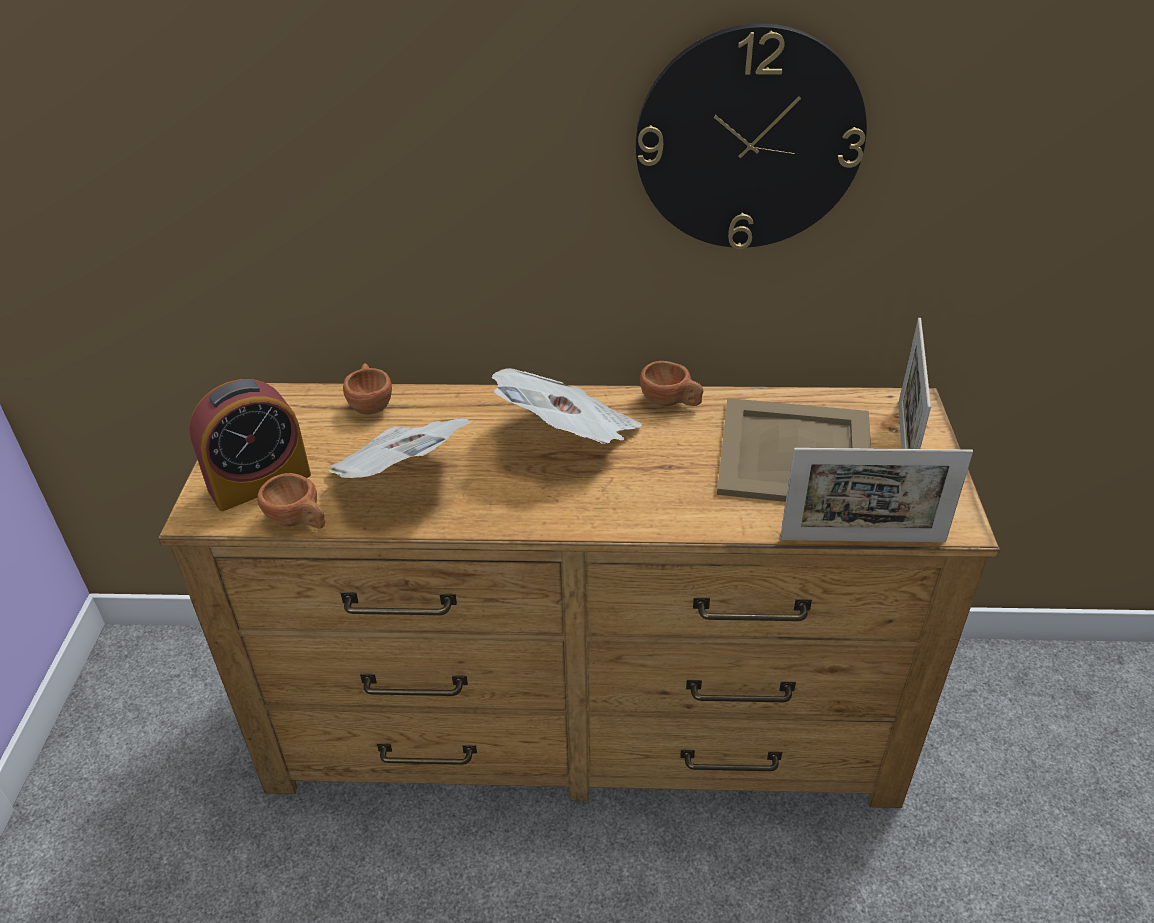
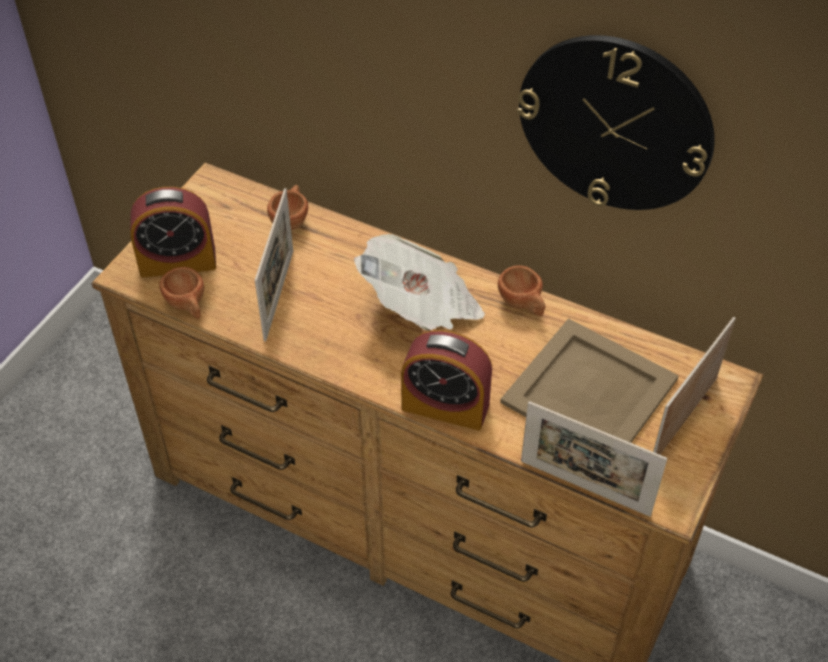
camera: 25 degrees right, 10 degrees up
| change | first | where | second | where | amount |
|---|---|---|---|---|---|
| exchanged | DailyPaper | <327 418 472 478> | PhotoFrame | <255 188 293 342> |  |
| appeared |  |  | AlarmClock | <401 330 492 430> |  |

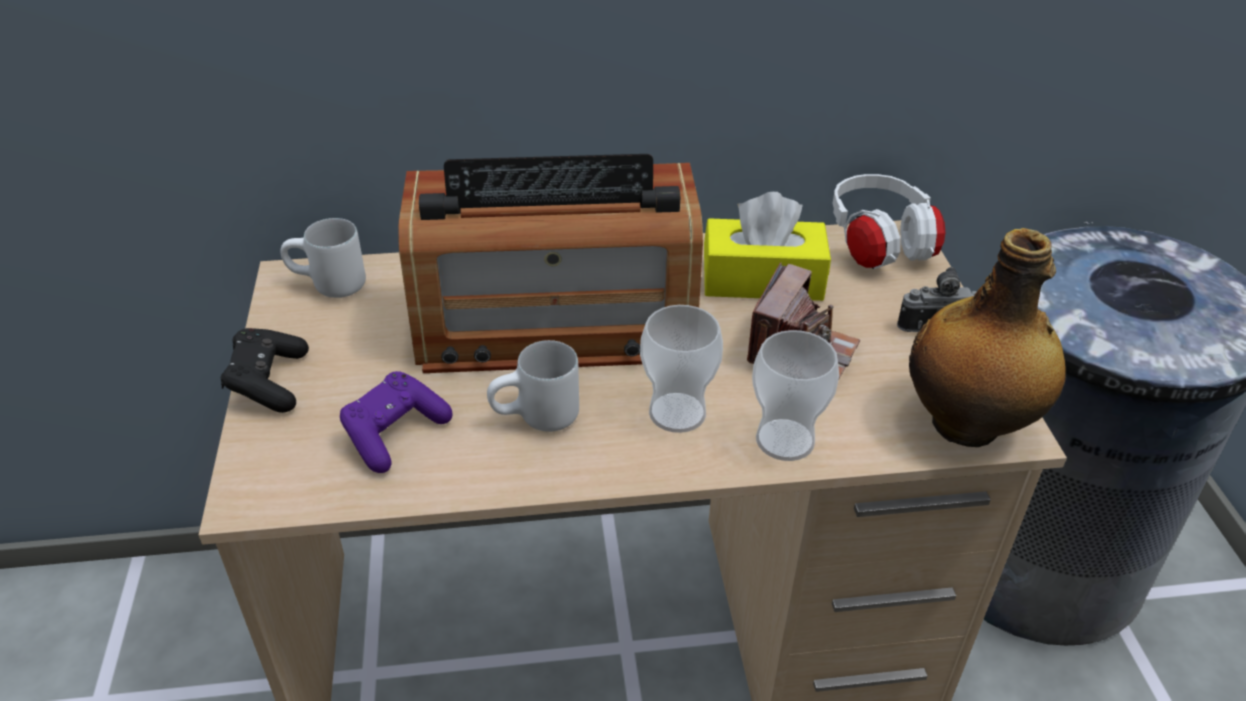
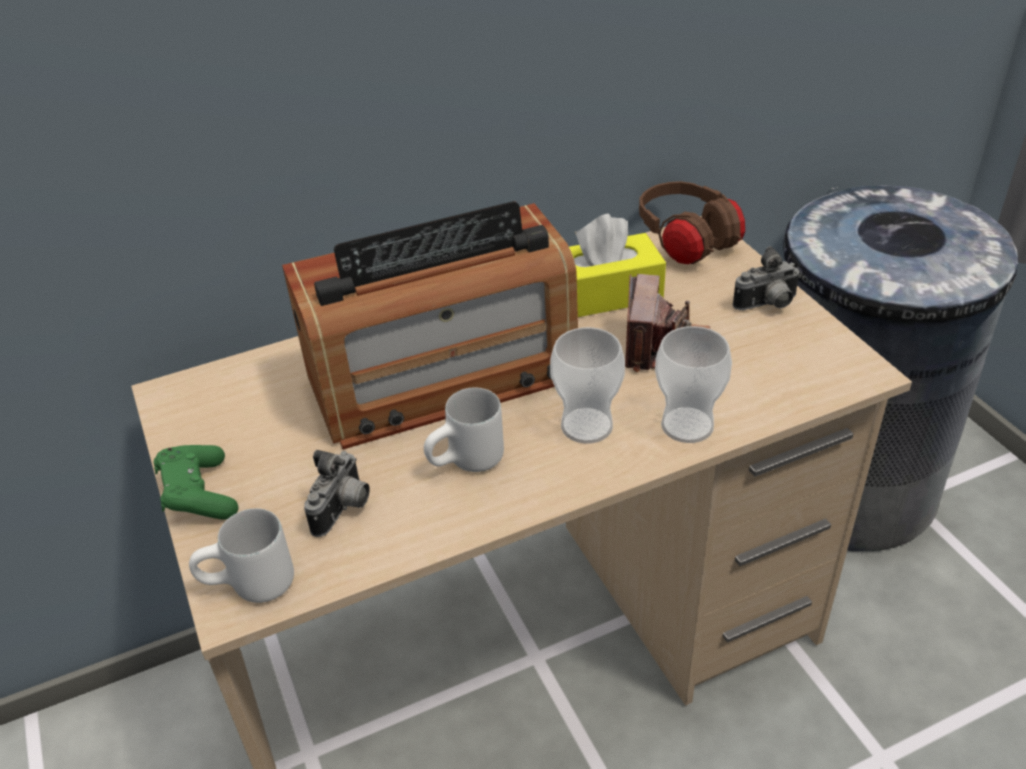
camera: 15 degrees left, 0 degrees up
| change | first | where | second | where | amount |
|---|---|---|---|---|---|
| colour | BlackColouredGamepad | <221 328 309 413> | GreenGamepad | <154 445 238 520> |  |
| relocated | WhitishMug | <281 218 366 298> |  | <189 508 294 603> |  |
| exchanged | PurpleColouredGamepad | <340 371 452 473> | PhotoCamera | <304 450 370 537> |  |
| colour | WhitishHeadset | <832 174 945 269> | BrownishHeadset | <639 181 745 264> |  |
| missing | Bottle | <909 228 1066 447> |  |  |  |

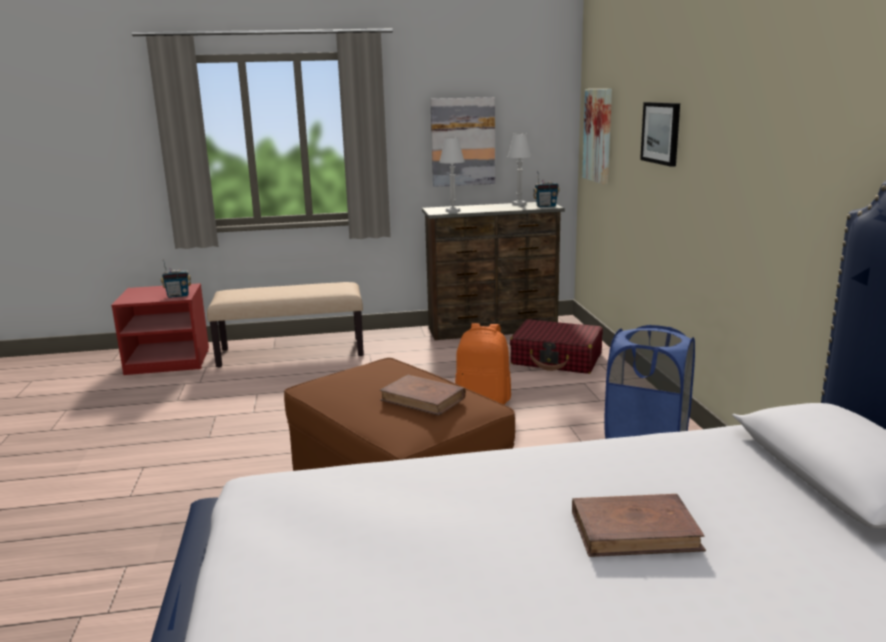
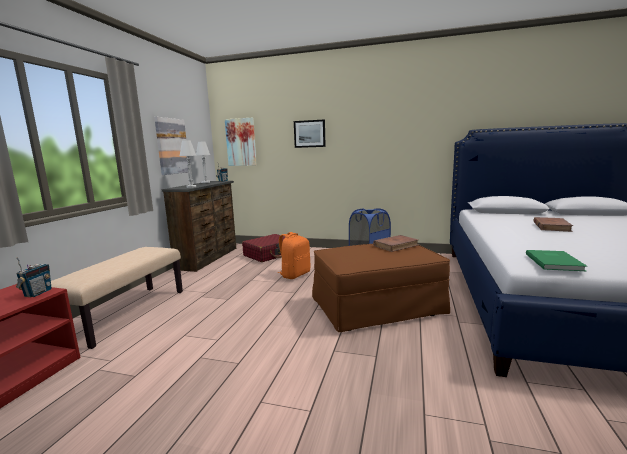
camera: 65 degrees left, 5 degrees down
| change | first | where | second | where | amount |
|---|---|---|---|---|---|
| appeared |  |  | GreenBoundBook | <526 250 587 271> |  |

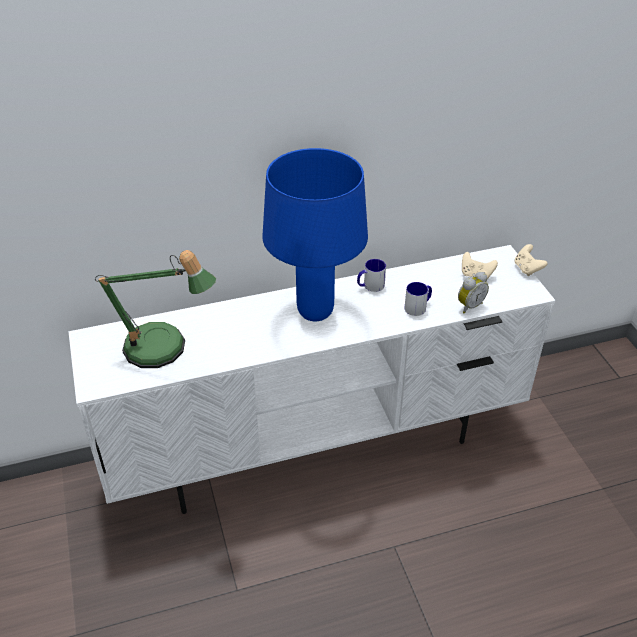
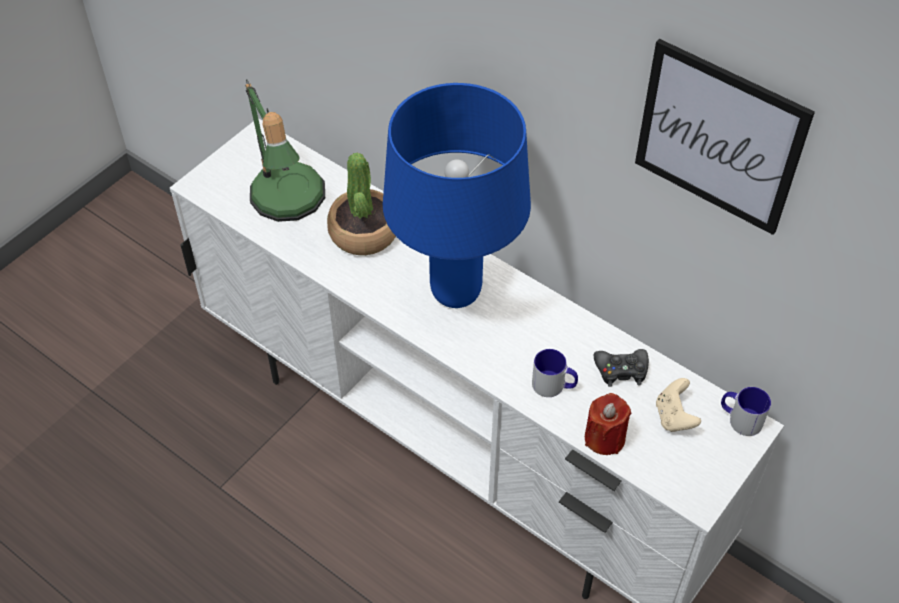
camera: 55 degrees right, 10 degrees up
| change | first | where | second | where | amount |
|---|---|---|---|---|---|
| appeared |  |  | PlantInAPot | <327 153 396 255> |  |
| exchanged | AlarmClock | <458 272 489 314> | RedColouredWaxCandle | <585 393 631 455> |  |
| appeared |  |  | BlackColouredGamepad | <594 349 649 387> |  |
| appeared |  |  | Picture | <635 39 815 235> |  |
| relocated | Mug | <357 259 386 292> |  | <721 387 771 436> |  |
| missing | SandColouredGamepad | <515 244 548 276> |  |  |  |

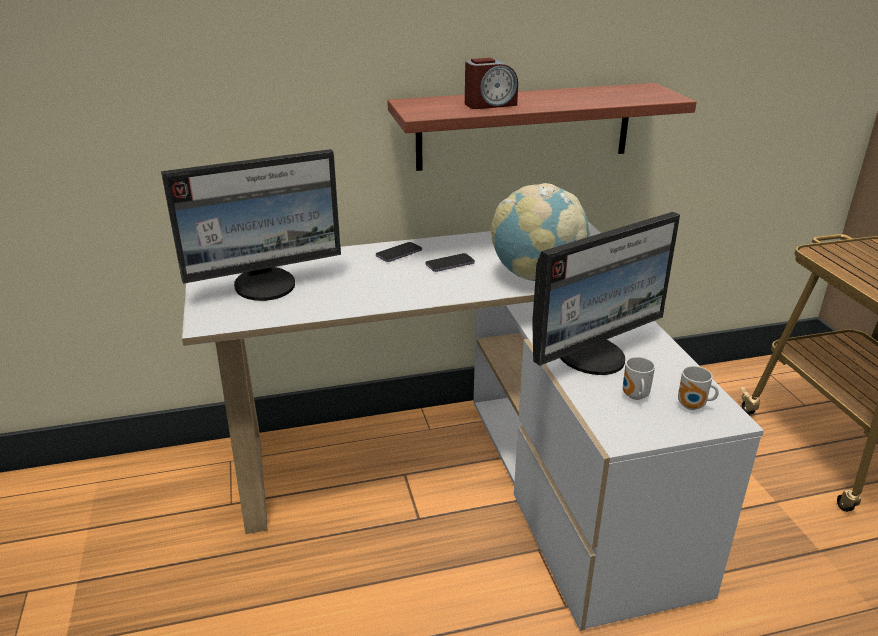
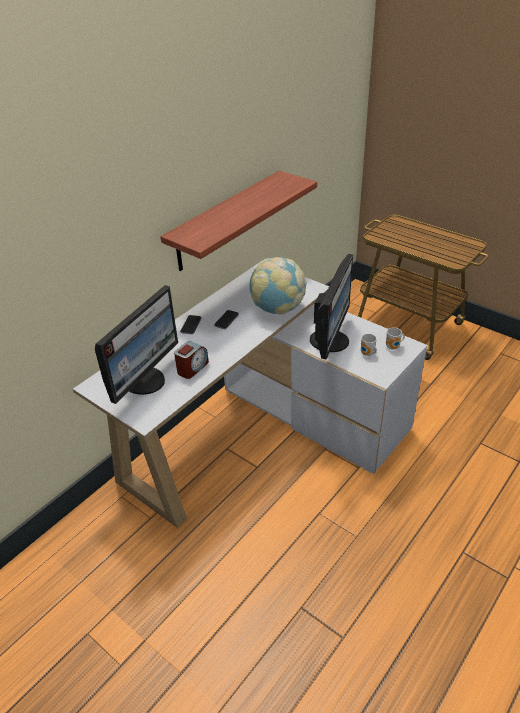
camera: 35 degrees left, 10 degrees up
| change | first | where | second | where | amount |
|---|---|---|---|---|---|
| relocated | AlarmClock | <465 58 518 109> |  | <174 341 209 379> |  |

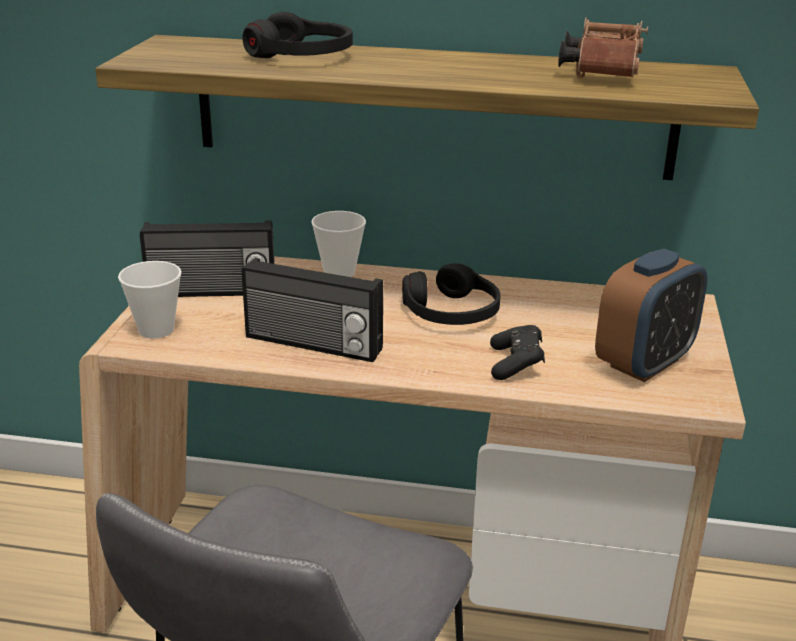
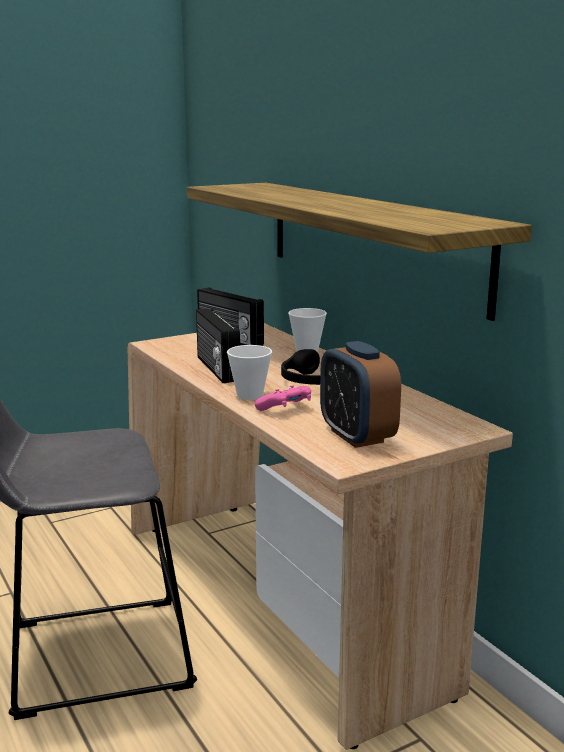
camera: 50 degrees right, 10 degrees down
| change | first | where | second | where | amount |
|---|---|---|---|---|---|
| relocated | SmallCup | <118 261 182 339> |  | <227 345 272 400> |  |
| colour | BlackColouredGamepad | <490 325 545 380> | PinkGamepad | <255 385 311 411> |  |
| spun | AlarmClock | <595 249 708 382> |  | <320 341 401 448> | 60 degrees clockwise |
| missing | BlackColouredHeadset | <242 12 353 58> |  |  |  |
| missing | BrownishFieldGlasses | <558 17 648 78> |  |  |  |

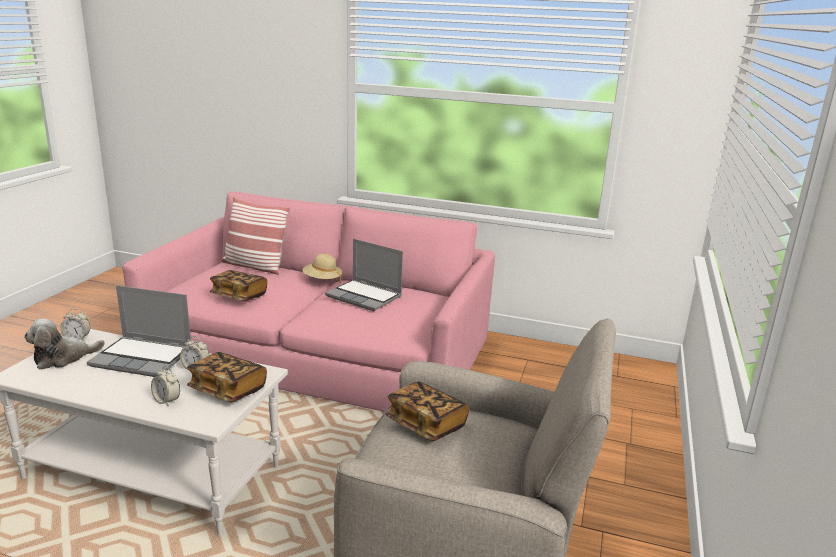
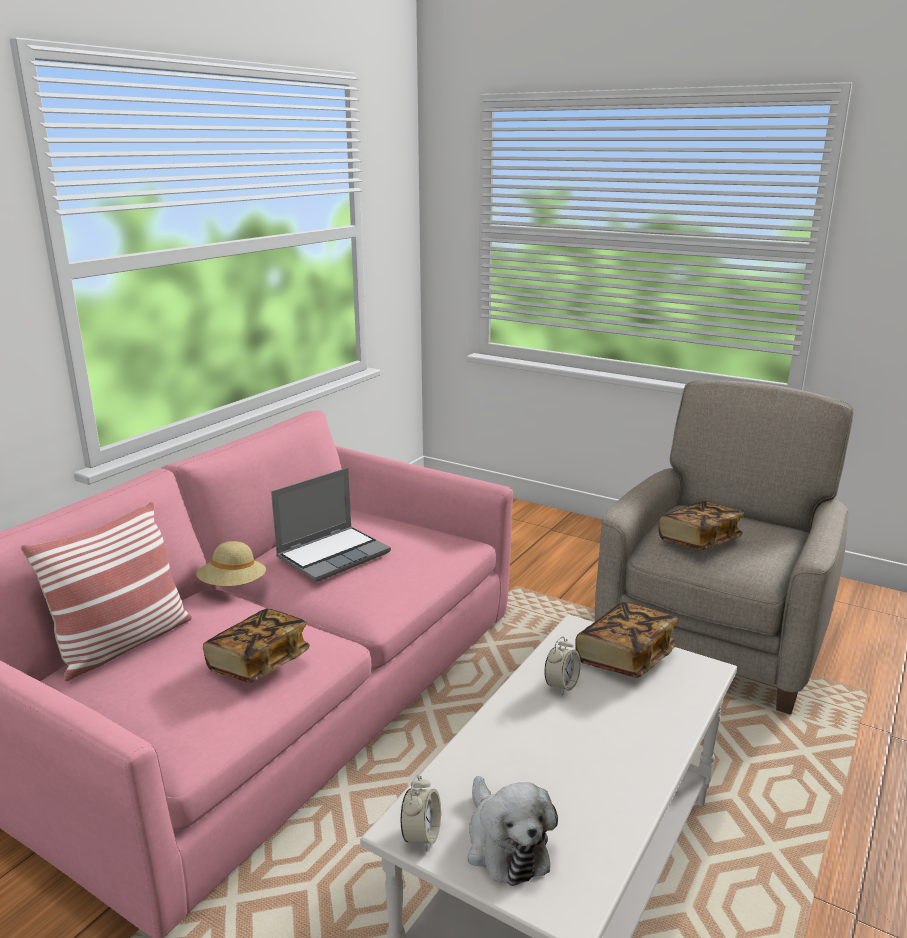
camera: 75 degrees left, 0 degrees up
| change | first | where | second | where | amount |
|---|---|---|---|---|---|
| missing | NotebookComputer | <87 285 191 377> |  |  |  |
| missing | AlarmClock | <151 366 180 406> |  |  |  |

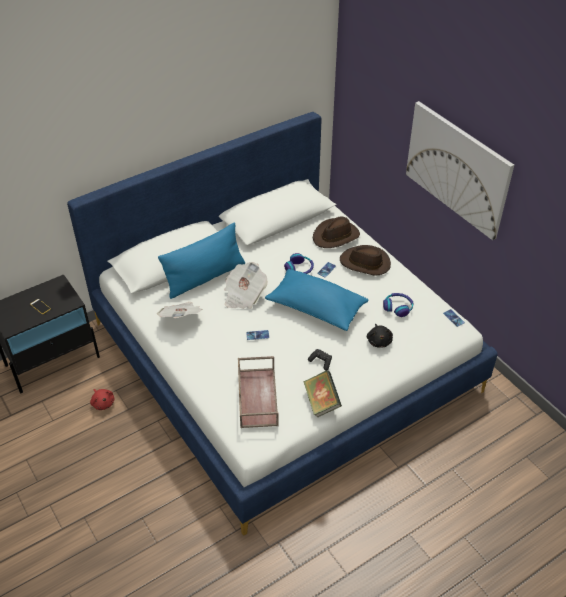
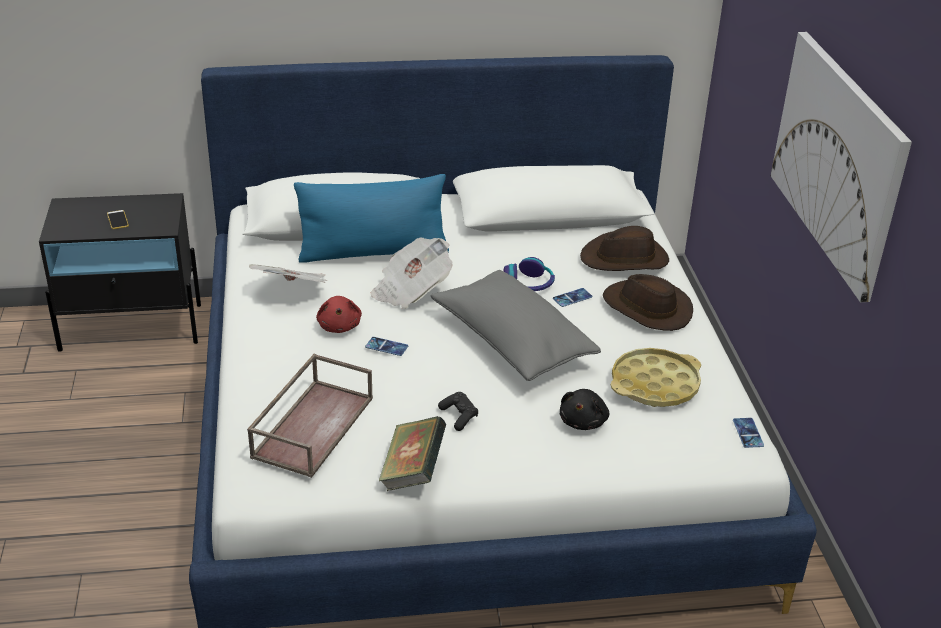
camera: 25 degrees right, 10 degrees down
| change | first | where | second | where | amount |
|---|---|---|---|---|---|
| relocated | RedColouredSoftToy | <90 389 114 410> |  | <316 296 362 333> |  |
| colour | BlueColouredPillow | <265 269 369 331> | GreyPillow | <431 270 601 381> |  |
| exchanged | Headset | <383 293 414 317> | YellowColouredTray | <611 348 701 407> |  |

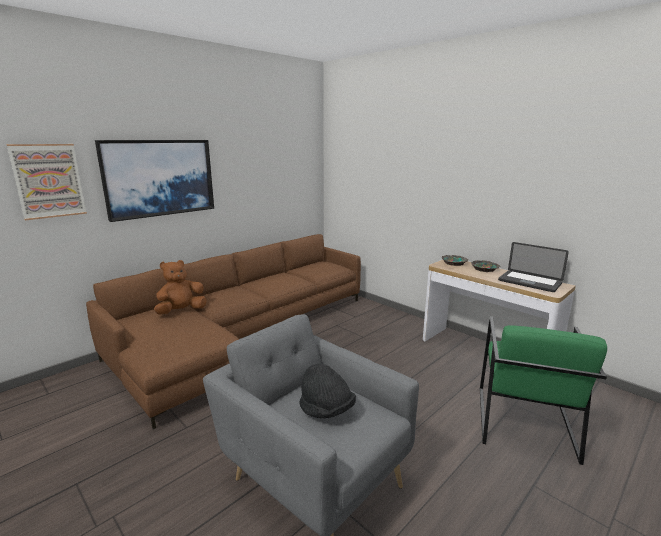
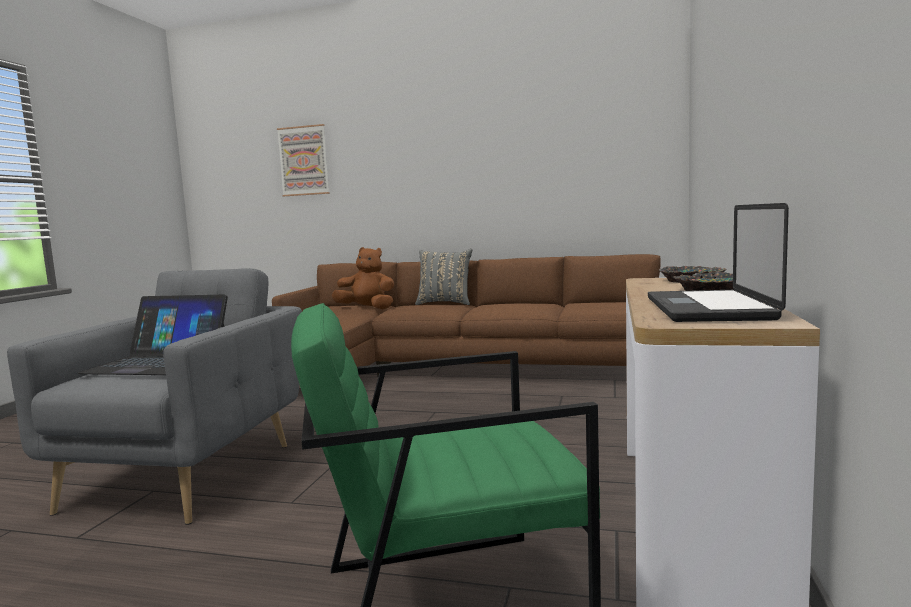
camera: 60 degrees right, 10 degrees down
| change | first | where | second | where | amount |
|---|---|---|---|---|---|
| exchanged | BlackColouredHat | <299 364 356 418> | NotebookComputer | <77 295 228 375> |  |
| appeared |  |  | GreyPillow | <415 249 472 305> |  |
| missing | Picture | <95 140 214 222> |  |  |  |

